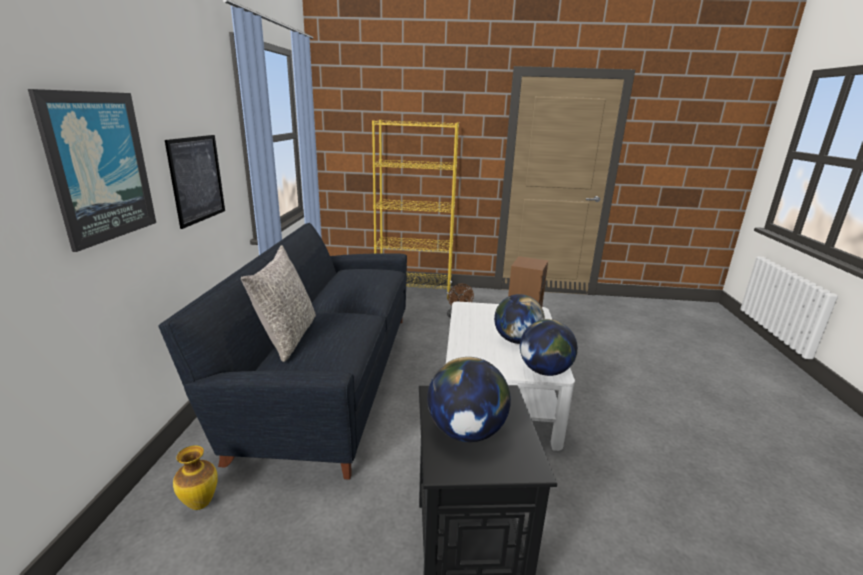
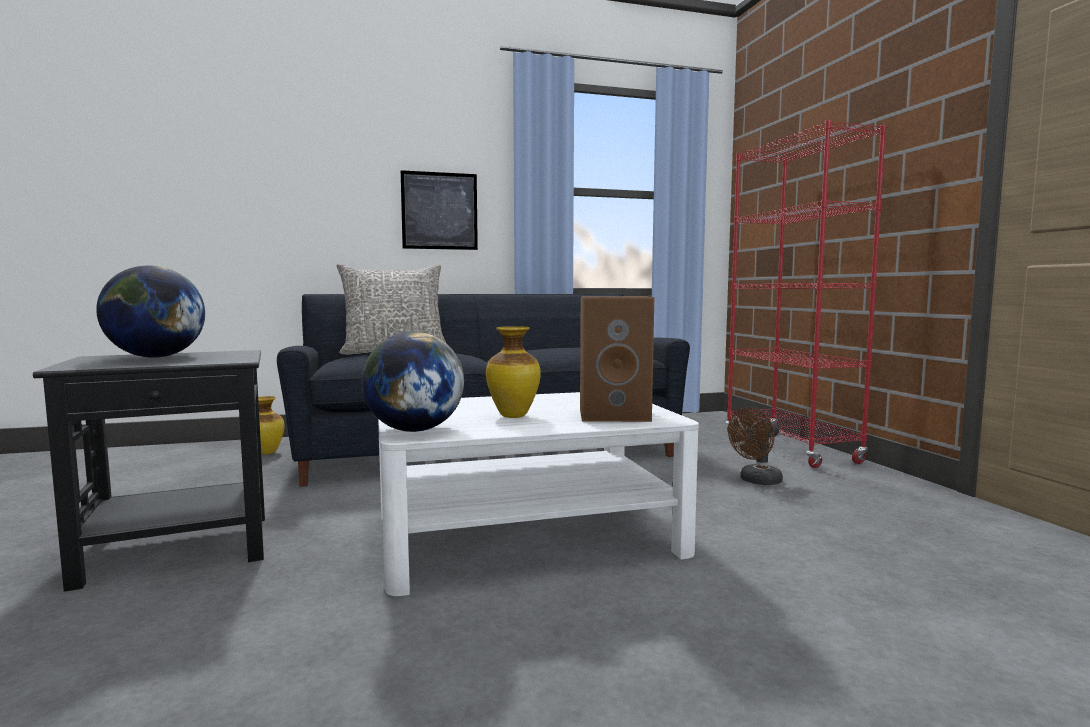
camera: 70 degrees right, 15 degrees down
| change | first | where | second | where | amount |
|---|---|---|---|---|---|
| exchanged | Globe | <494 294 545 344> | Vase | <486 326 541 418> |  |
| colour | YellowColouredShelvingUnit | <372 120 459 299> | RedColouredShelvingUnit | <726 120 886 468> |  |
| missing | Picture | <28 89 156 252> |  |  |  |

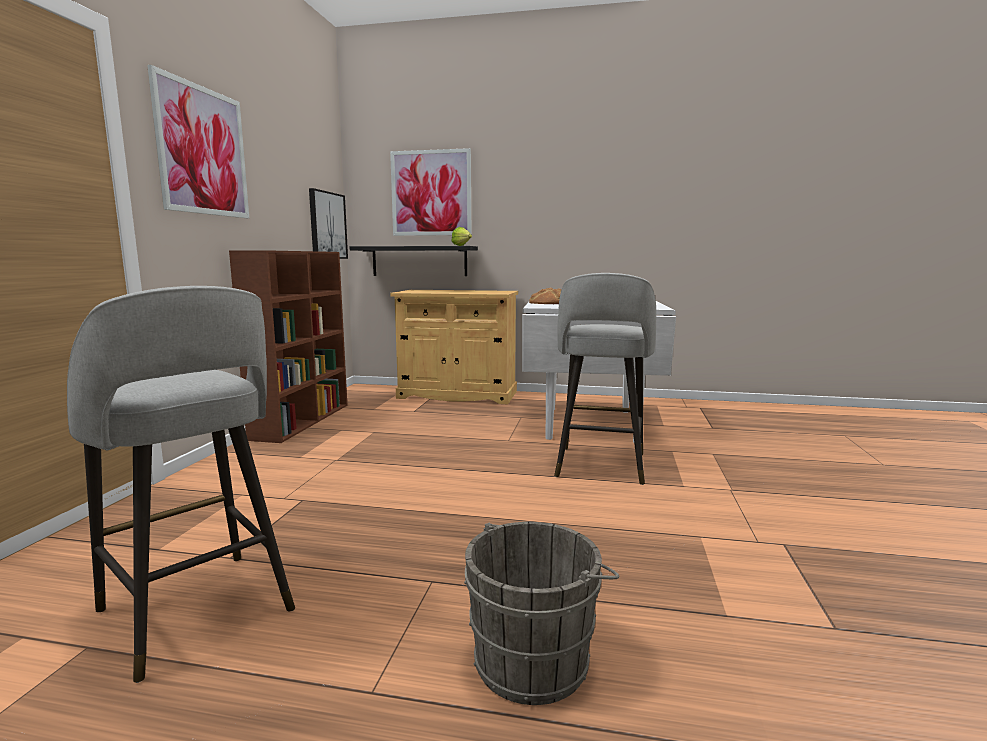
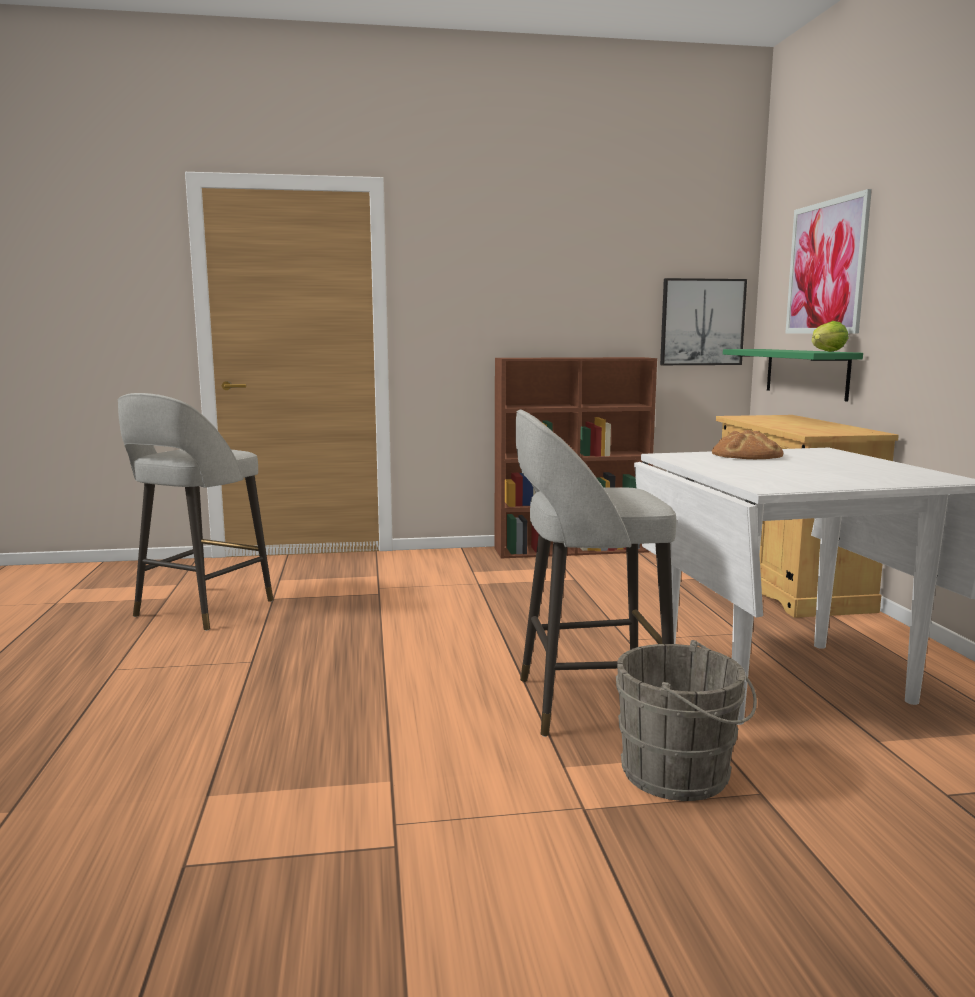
camera: 70 degrees right, 0 degrees up
| change | first | where | second | where | amount |
|---|---|---|---|---|---|
| relocated | GreyBucket | <464 522 620 705> |  | <616 640 757 801> |  |
| colour | BlackColouredShelf | <350 246 478 276> | GreenShelf | <723 349 863 401> |  |
| missing | Picture | <147 65 249 218> |  |  |  |

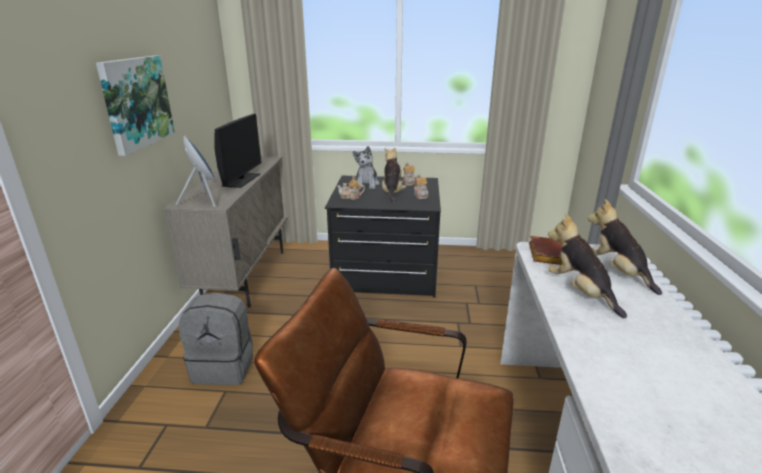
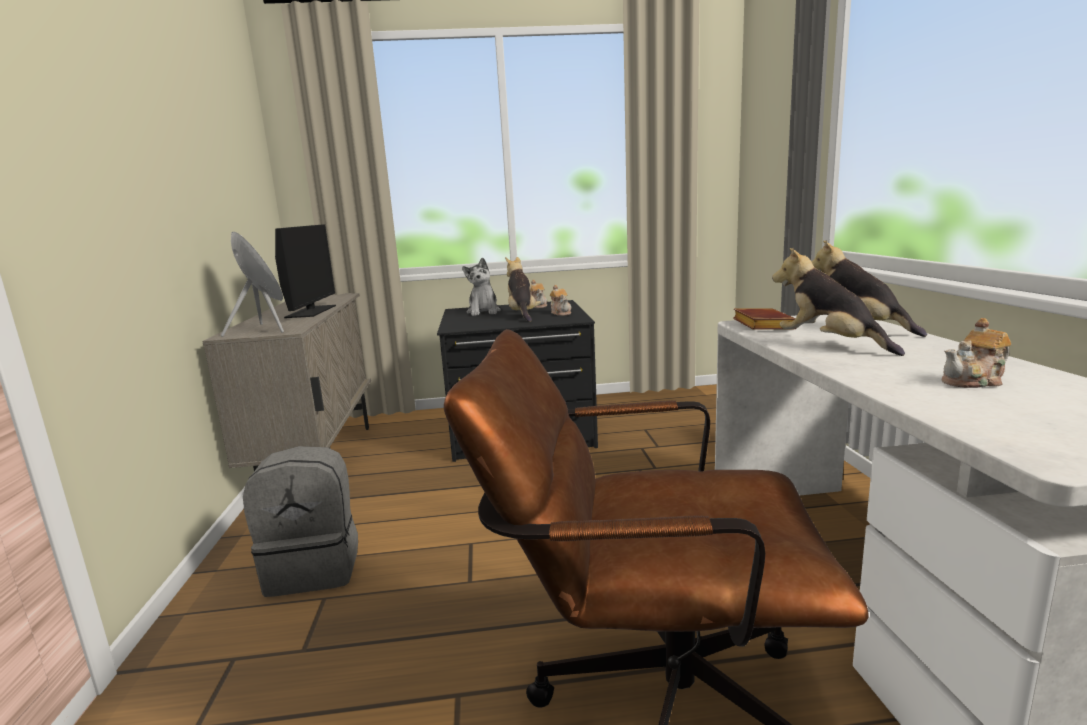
camera: 10 degrees left, 10 degrees down
| change | first | where | second | where | amount |
|---|---|---|---|---|---|
| relocated | TeaPot | <337 176 365 200> |  | <942 318 1011 388> |  |
| missing | Picture | <96 55 175 156> |  |  |  |

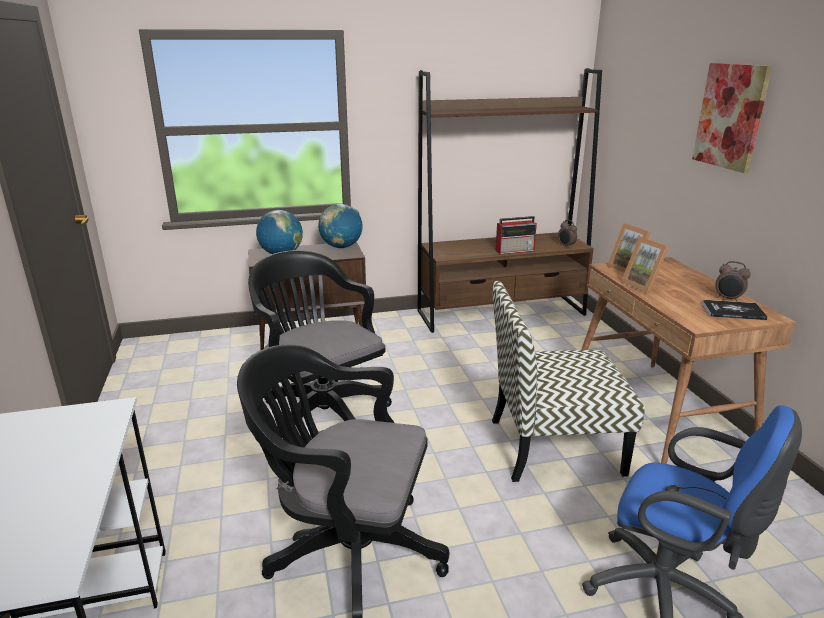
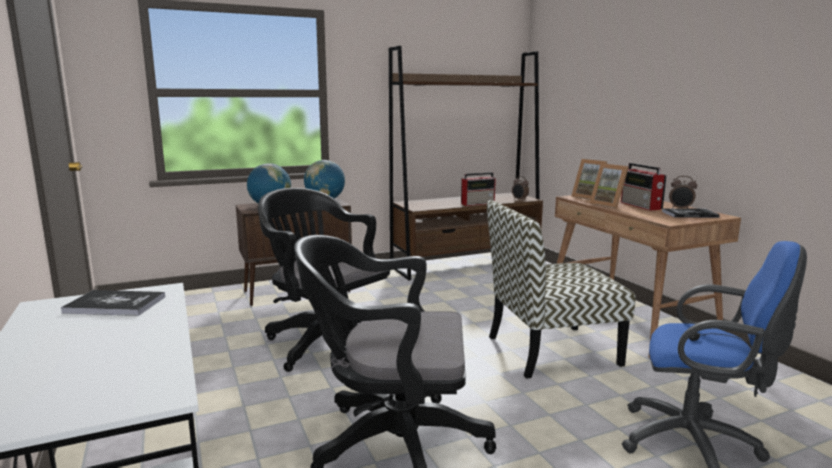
camera: 10 degrees left, 10 degrees down
| change | first | where | second | where | amount |
|---|---|---|---|---|---|
| appeared |  |  | BoundBook | <61 290 165 316> |  |
| appeared |  |  | RadioReceiver | <621 163 667 211> |  |
| missing | Picture | <692 63 772 173> |  |  |  |

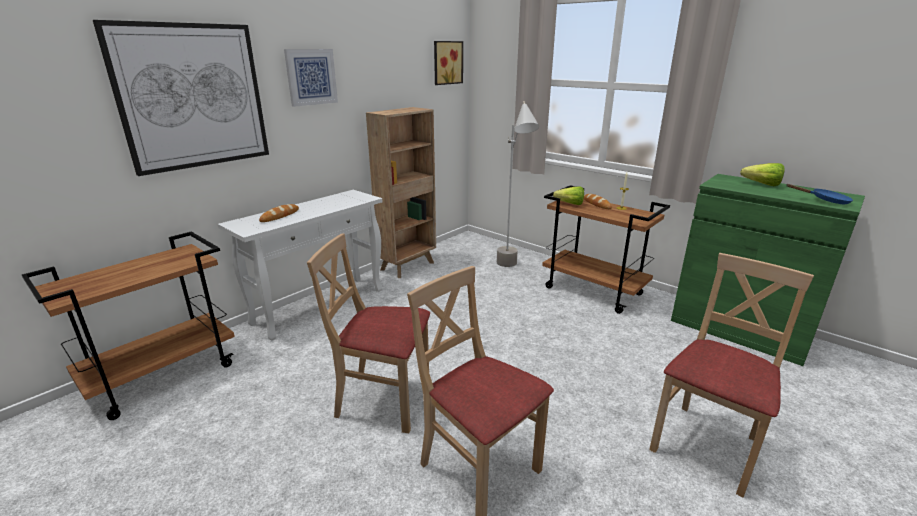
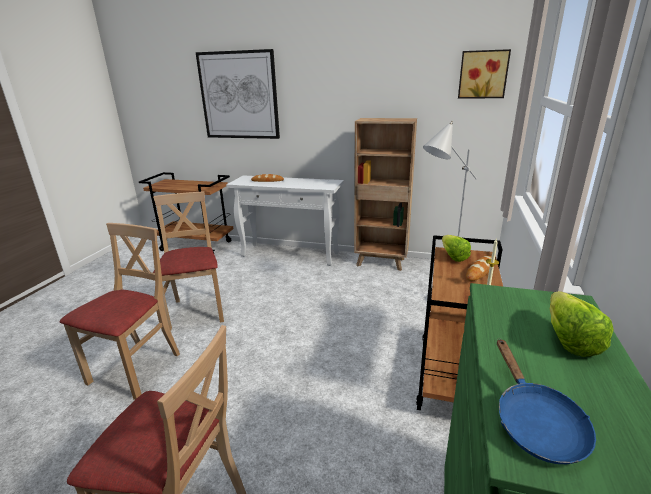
camera: 65 degrees right, 0 degrees up
| change | first | where | second | where | amount |
|---|---|---|---|---|---|
| missing | Picture | <284 49 338 107> |  |  |  |

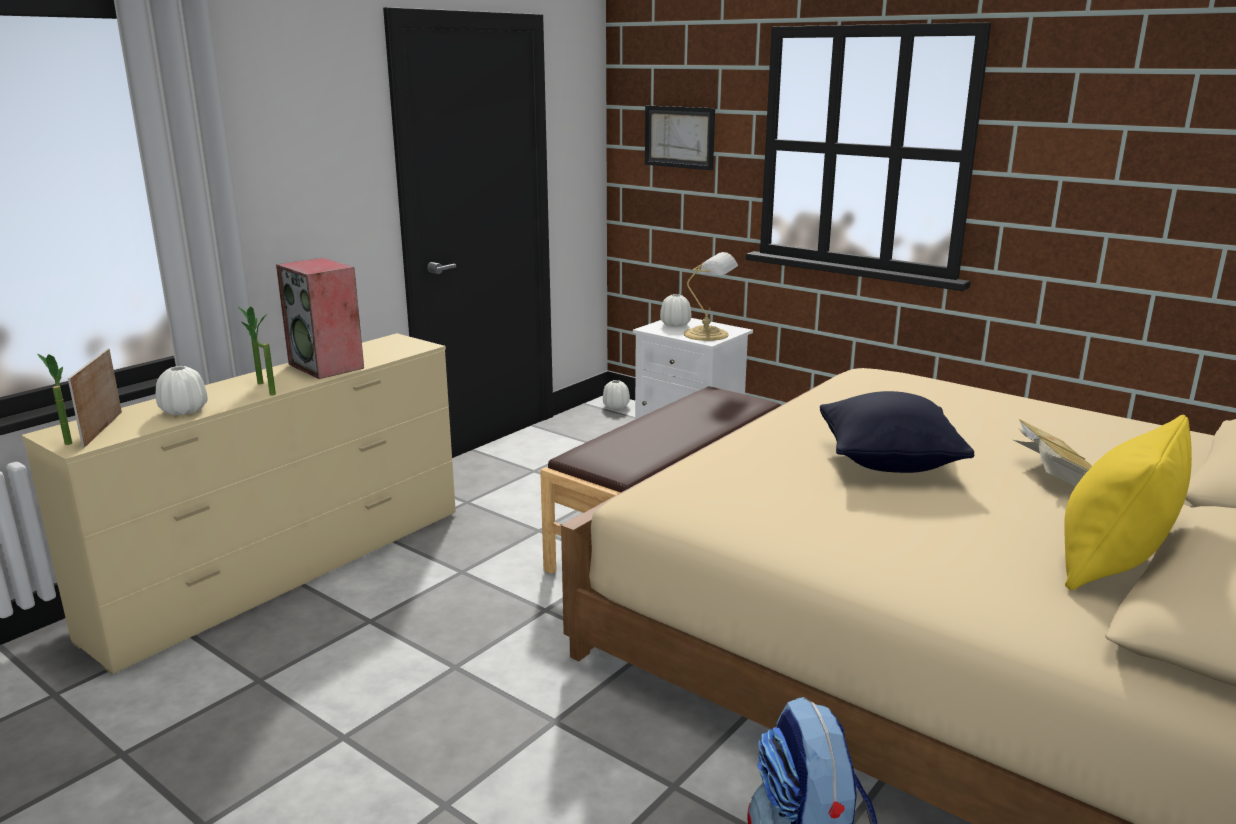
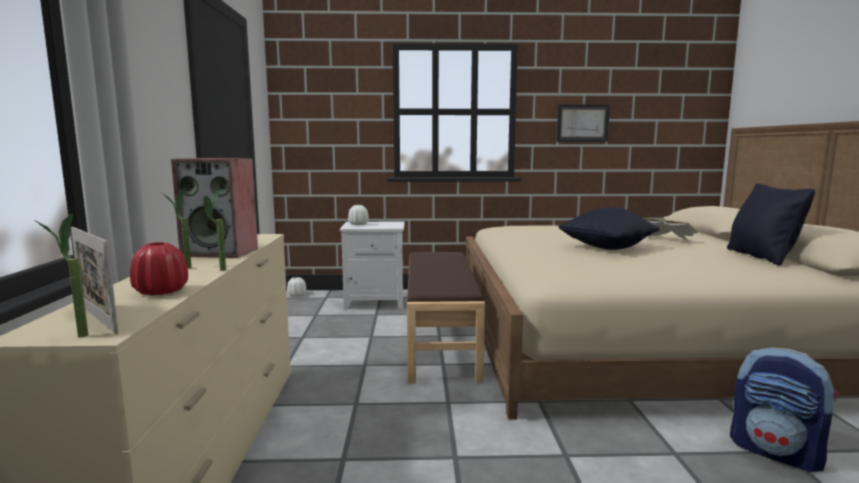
camera: 40 degrees left, 10 degrees down
| change | first | where | second | where | amount |
|---|---|---|---|---|---|
| colour | WhitishVase | <156 366 207 415> | RedColouredVase | <130 242 188 295> |  |
| relocated | Picture | <645 106 715 170> |  | <556 104 610 142> |  |
| colour | YellowColouredPillow | <1064 415 1192 590> | BlackColouredPillow | <727 183 815 266> |  |
| missing | LampForATable | <684 252 738 341> |  |  |  |

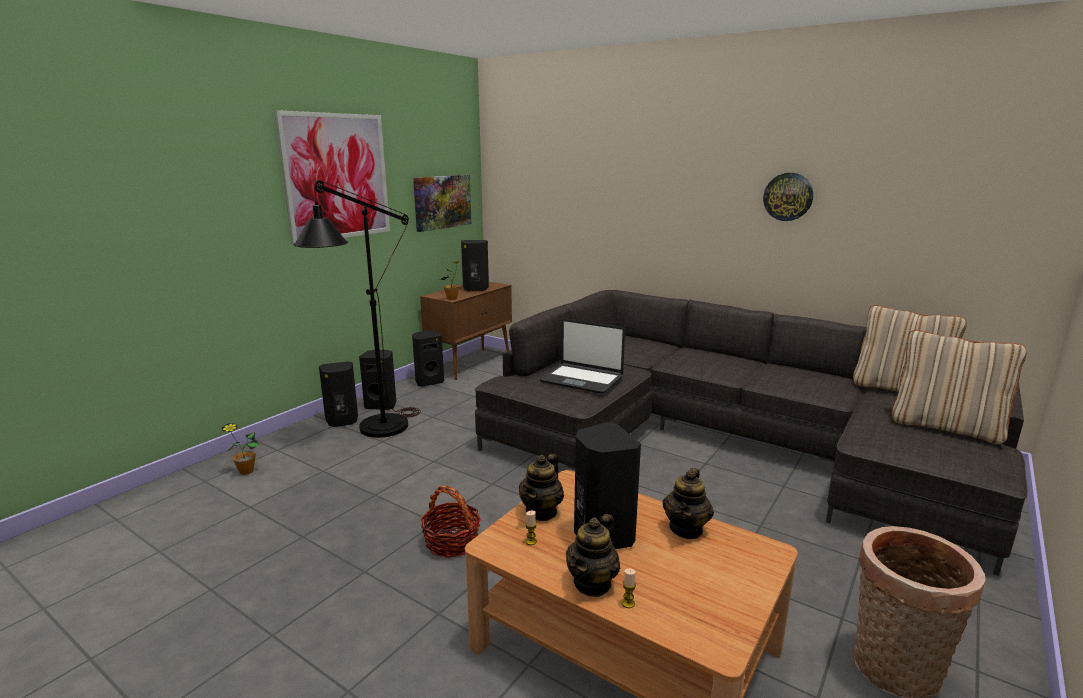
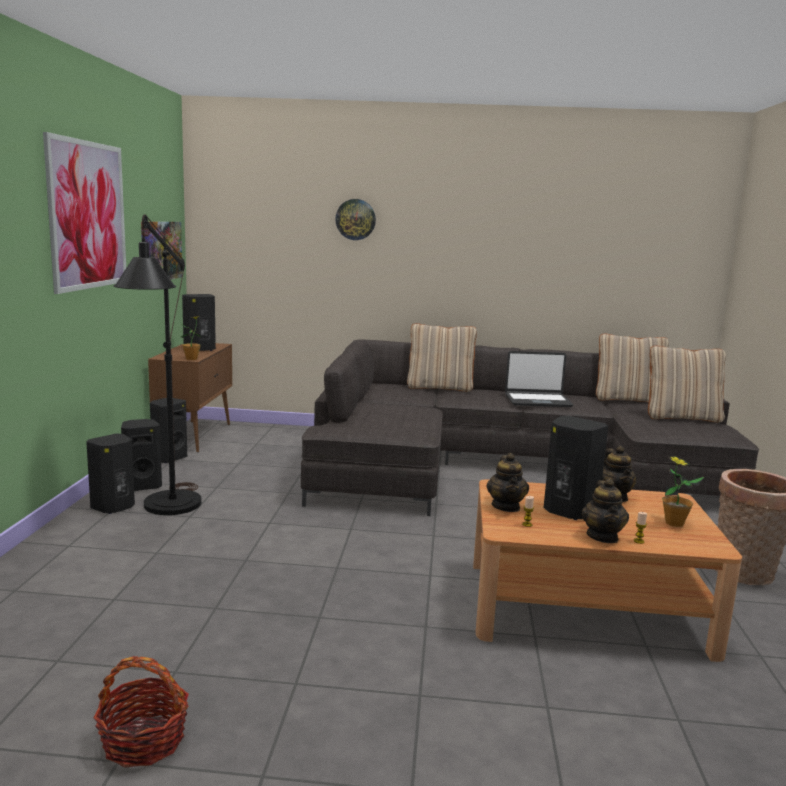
camera: 30 degrees left, 5 degrees down
| change | first | where | second | where | amount |
|---|---|---|---|---|---|
| relocated | Basket | <421 486 481 558> |  | <94 656 189 768> |  |
| relocated | WallClock | <763 173 813 221> |  | <335 199 376 240> |  |
| appeared |  |  | SandColouredPillow | <407 323 477 392> |  |
| relocated | NotebookComputer | <540 319 625 394> |  | <505 351 574 407> |  |
| relocated | PlantInAPot | <222 423 259 475> |  | <662 456 704 527> |  |

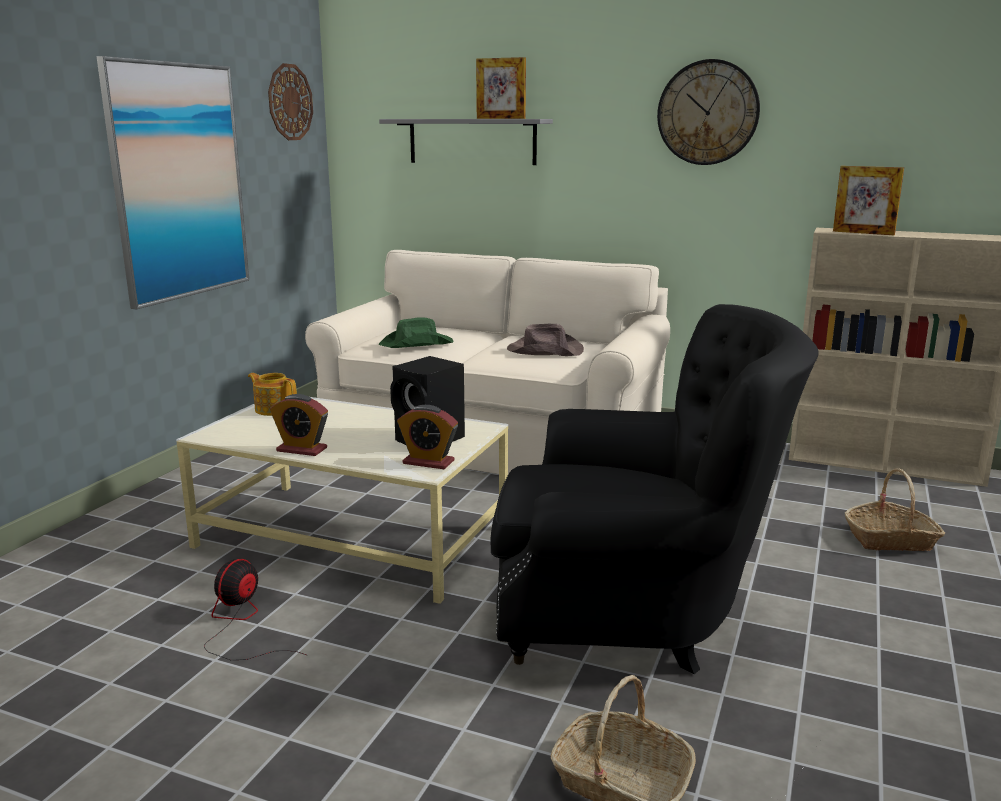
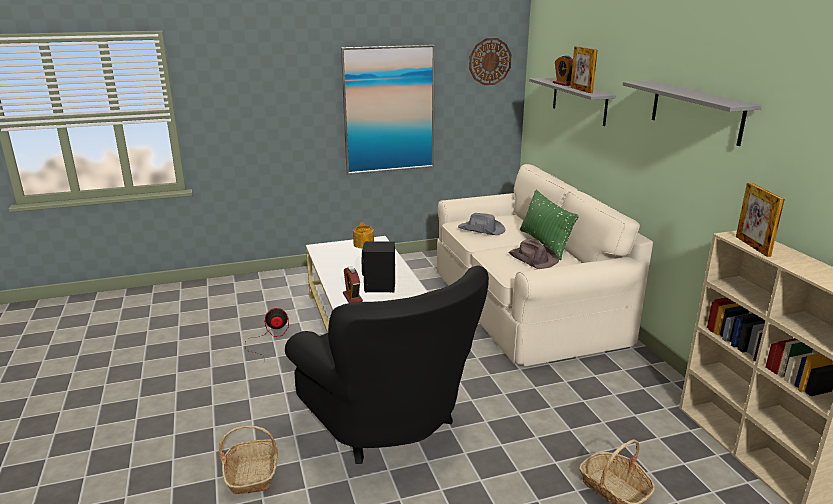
camera: 50 degrees right, 5 degrees up
| change | first | where | second | where | amount |
|---|---|---|---|---|---|
| colour | GreenHat | <379 317 453 348> | GreyHat | <458 213 505 235> |  |
| appeared |  |  | GreenPillow | <520 190 579 260> |  |
| relocated | AlarmClock | <270 394 328 456> |  | <553 55 573 86> |  |
| exchanged | WallClock | <657 59 760 165> | GreyShelf | <623 80 762 146> |  |

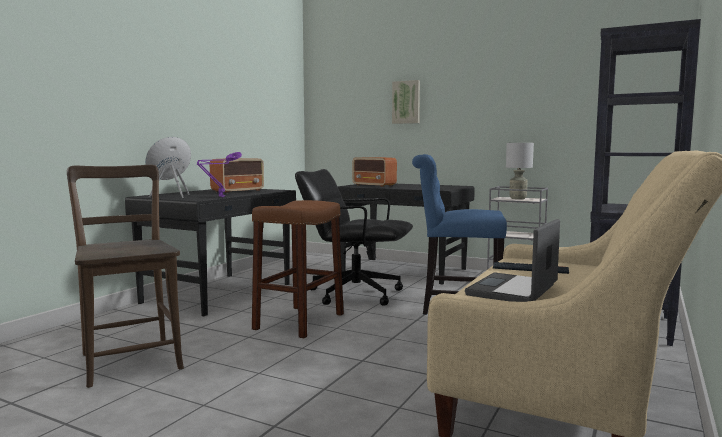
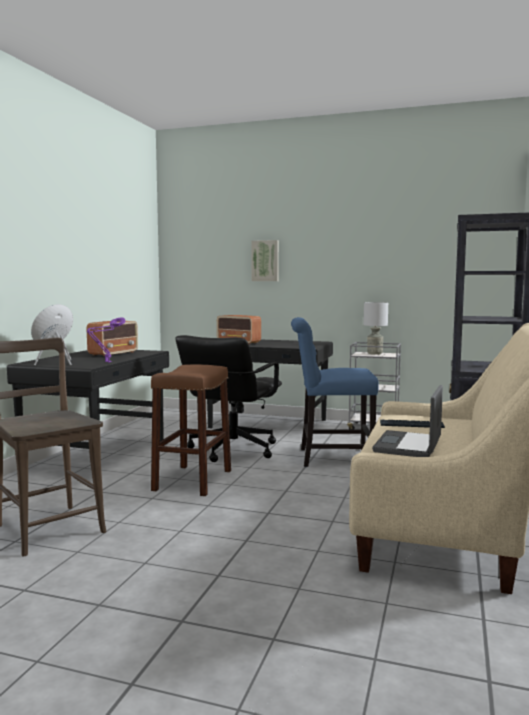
camera: 10 degrees left, 0 degrees up
| change | first | where | second | where | amount |
|---|---|---|---|---|---|
| spun | BlackColouredComputerChair | <295 169 413 306> |  | <175 335 282 462> | 75 degrees counterclockwise |

